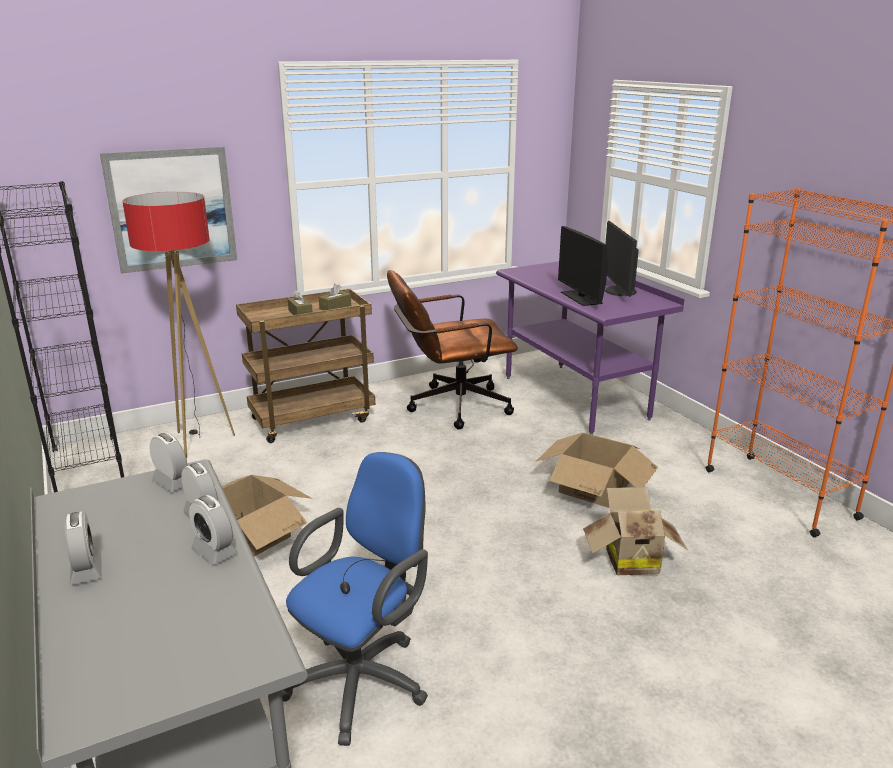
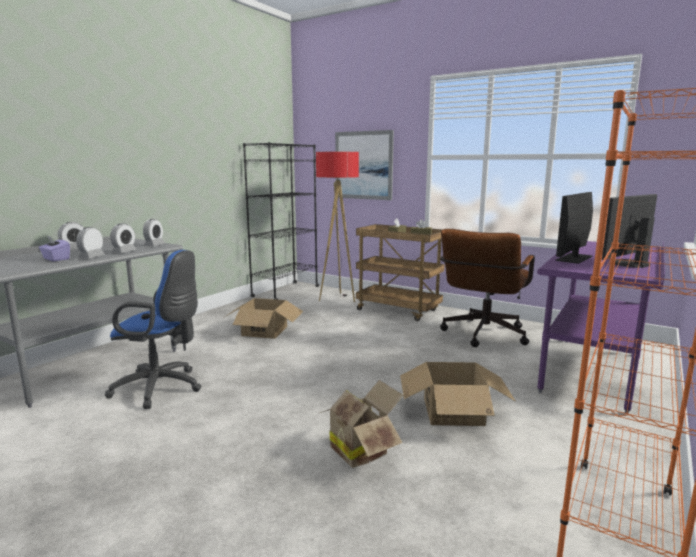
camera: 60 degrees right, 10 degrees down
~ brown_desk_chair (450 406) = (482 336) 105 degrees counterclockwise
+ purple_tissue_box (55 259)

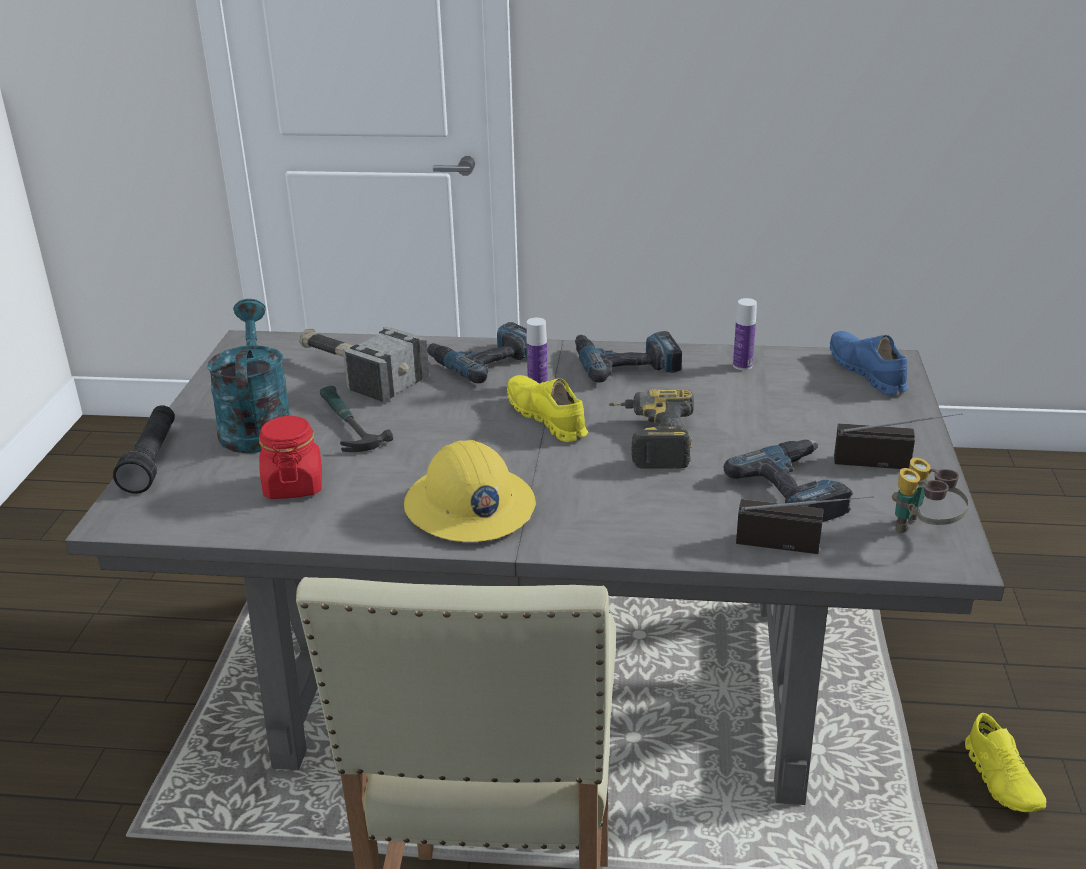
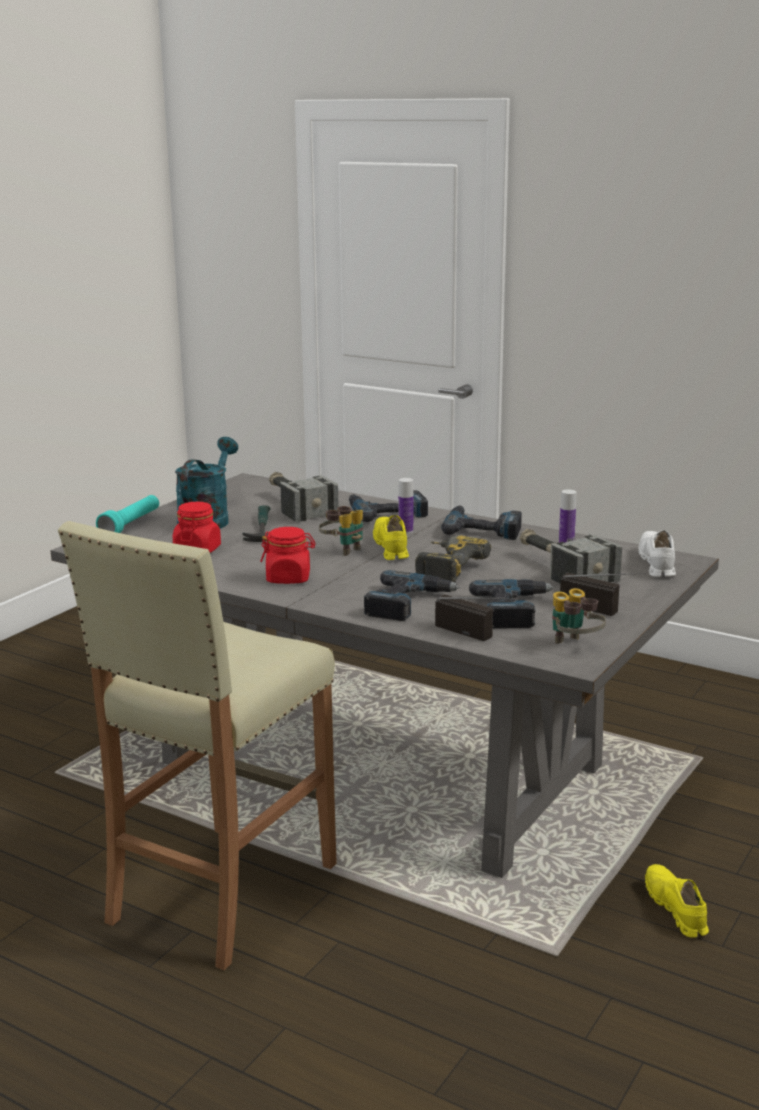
camera: 25 degrees right, 10 degrees down
~ blackish_flashlight (152 460) to blue-green_flashlight (131 525)
~ yellow_work_helmet (469 507) to reddish_storage_jar (288 578)
~ bluish_shoe (867 373) to white-coloured_shoe (657 563)
~ yellow_shoe (1002 779) = (675 909) 150 degrees clockwise
+ binoculars (343 550)
+ electric_drill (408 604)
+ hand_hammer (561 569)

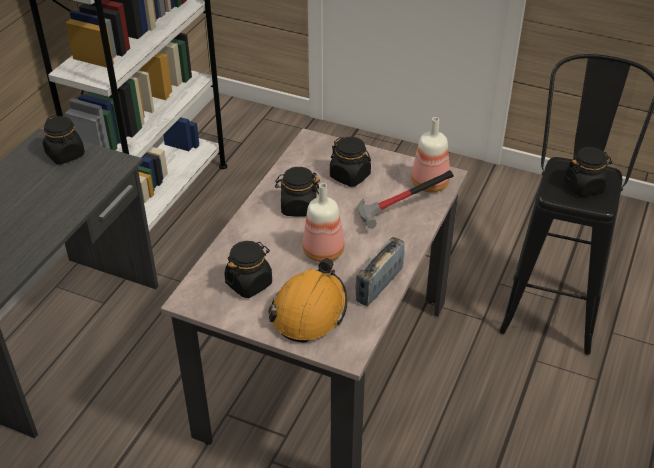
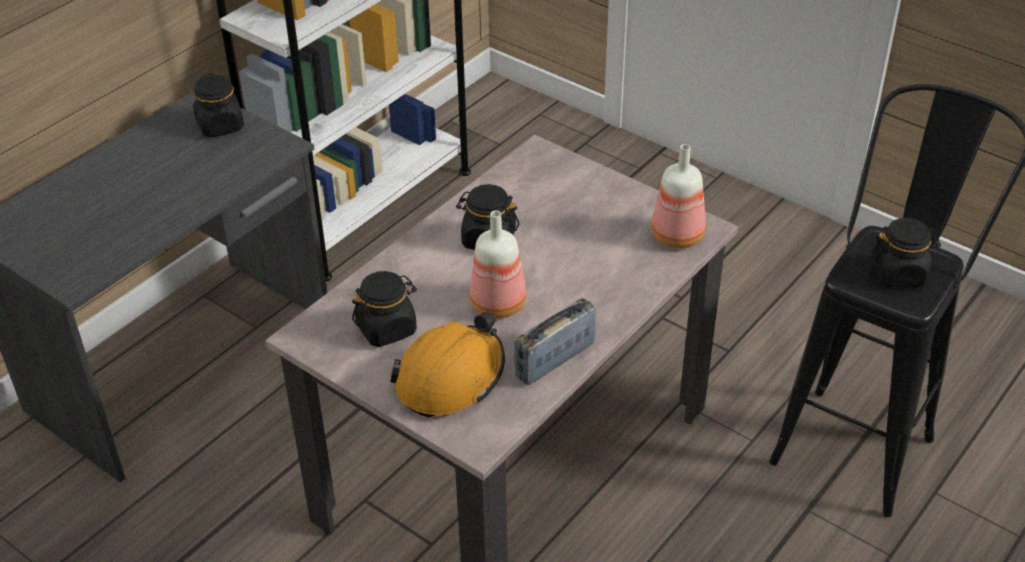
camera: 15 degrees right, 0 degrees up
- blackish_storage_jar (350 176)
- hand_hammer (398 215)

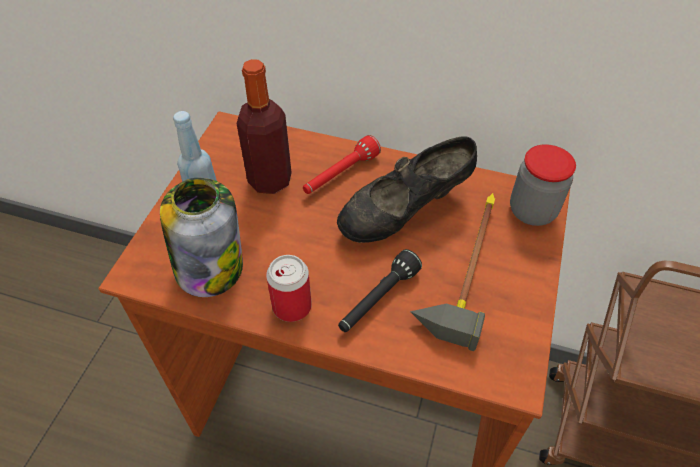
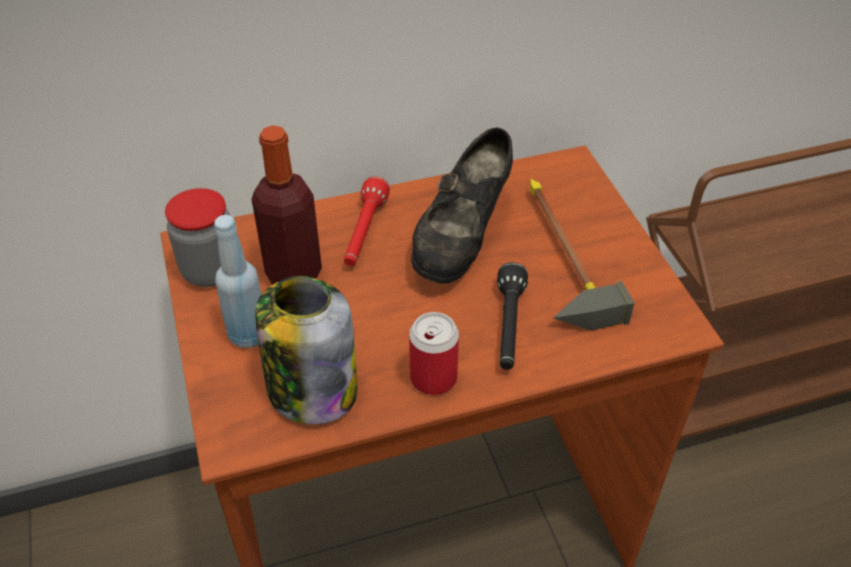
camera: 35 degrees left, 5 degrees down
~ storage_jar (532 211) to (210 271)

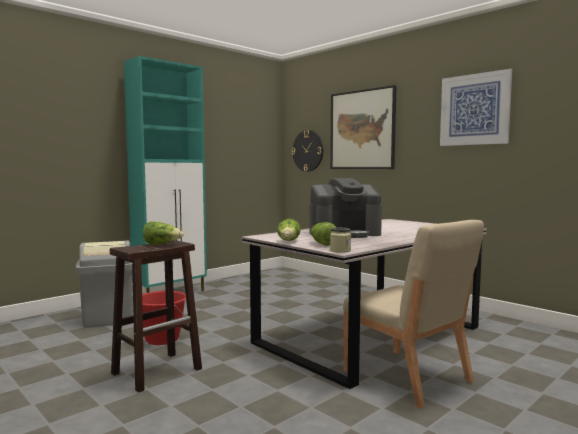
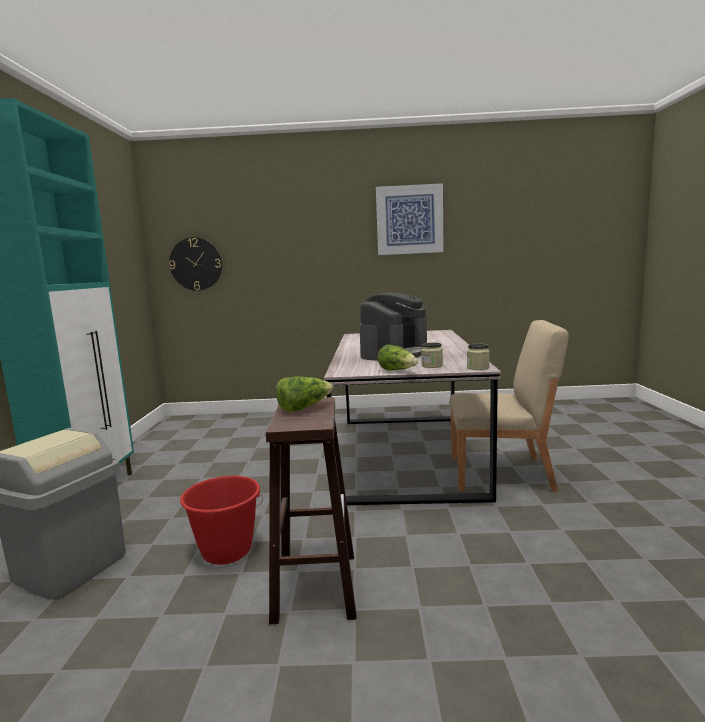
camera: 45 degrees left, 5 degrees up
~ lettuce (322 243) to storage_jar (432 366)
- wall_art (362 130)

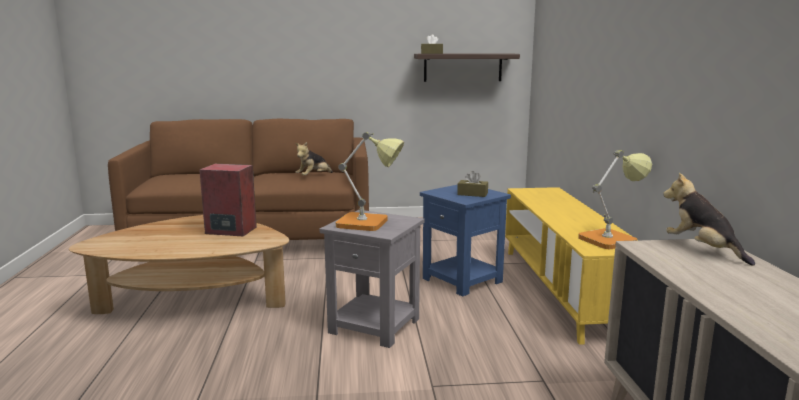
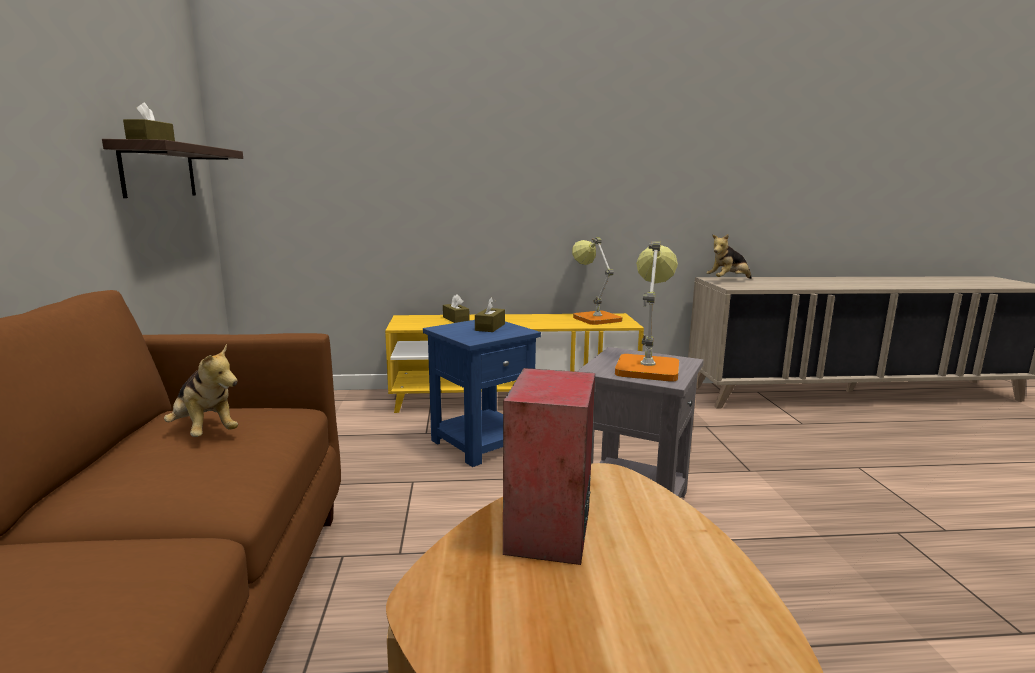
camera: 90 degrees left, 0 degrees up
+ brown_tissue_box (456 319)

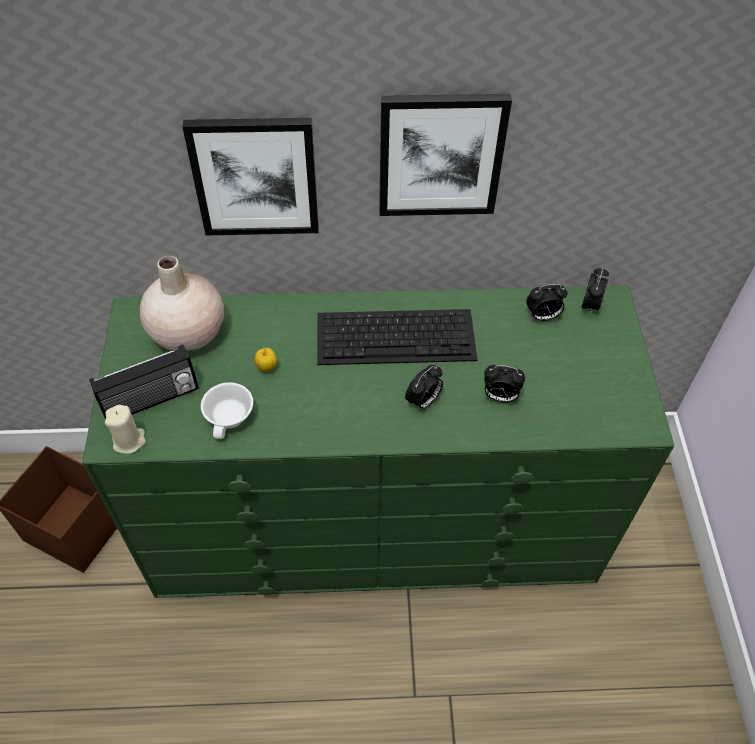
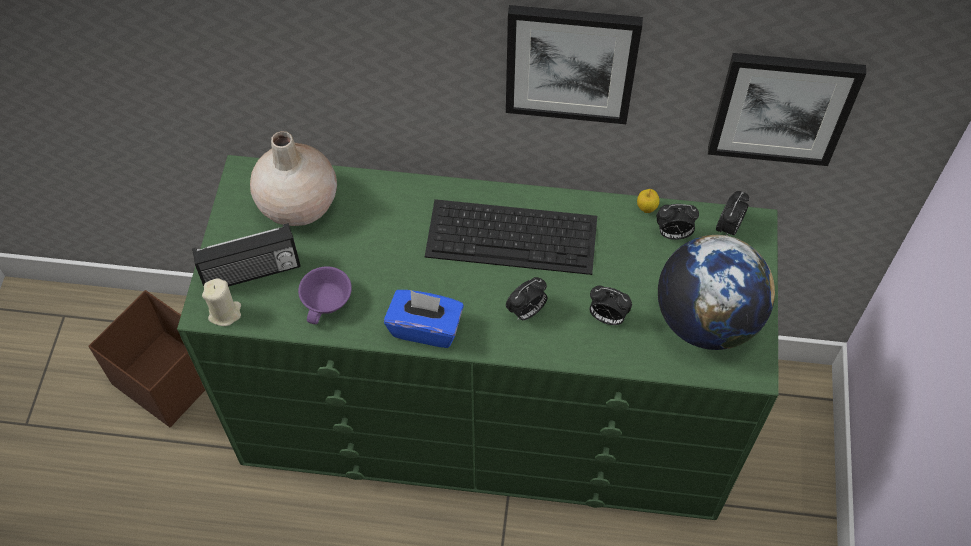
camera: 10 degrees right, 5 degrees up
~ wall_art (255 176) to (782 108)
~ white-coloured_drinking_cup (231 418) to purple_drinking_cup (328 302)
~ whole_apple (267 367) to (646 208)
+ bluish_tissue_box (425 328)
+ globe (706 319)

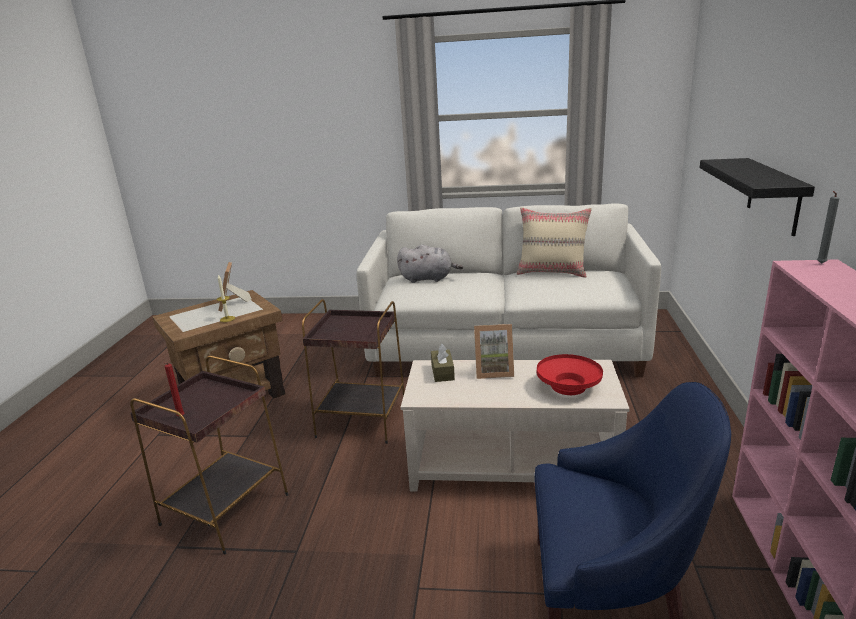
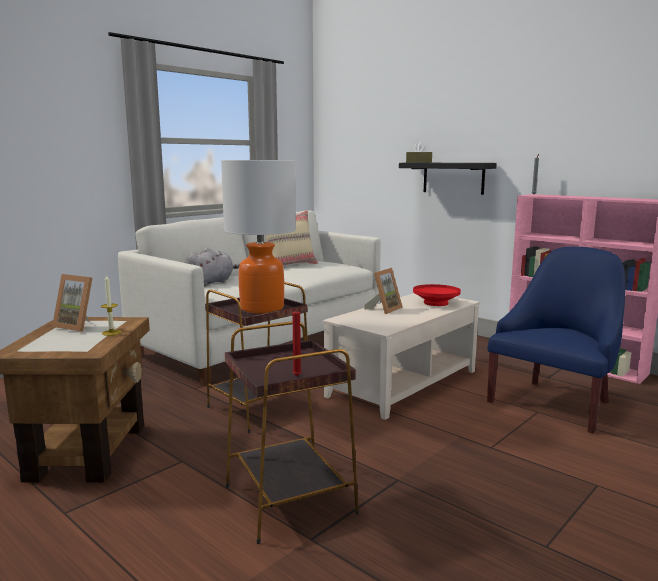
camera: 55 degrees left, 10 degrees down
~ brown_tissue_box (442 372) to (419 162)
+ table_lamp (262 308)

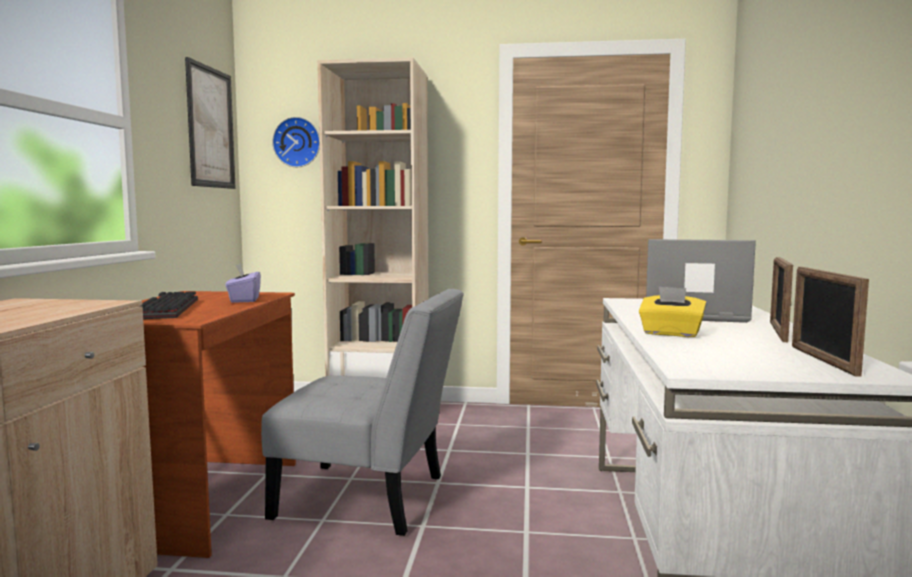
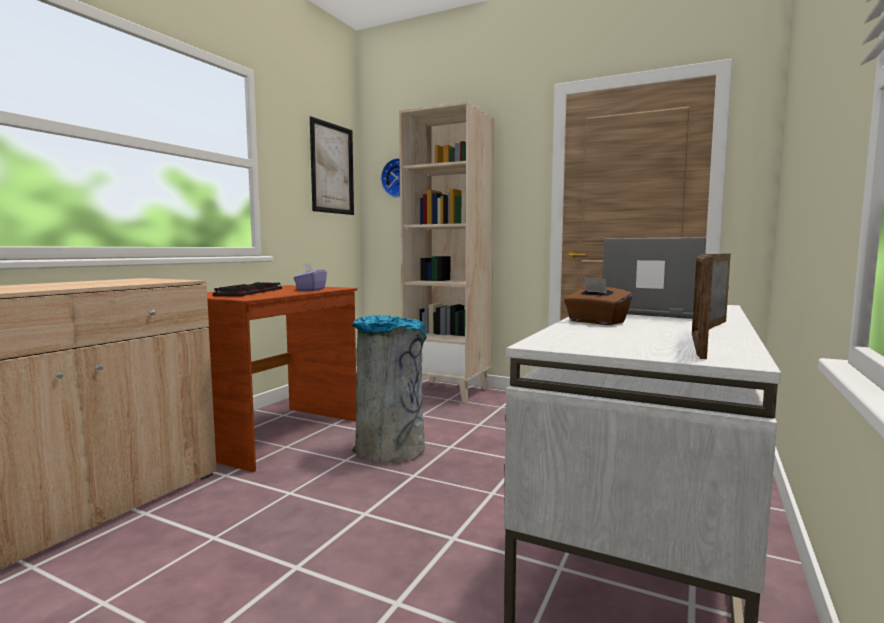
camera: 20 degrees right, 0 degrees up
~ greyish_chair (370 499) to greyish_rubbish_bin (390 451)
~ yellow_tissue_box (671 333) to brown_tissue_box (596 322)

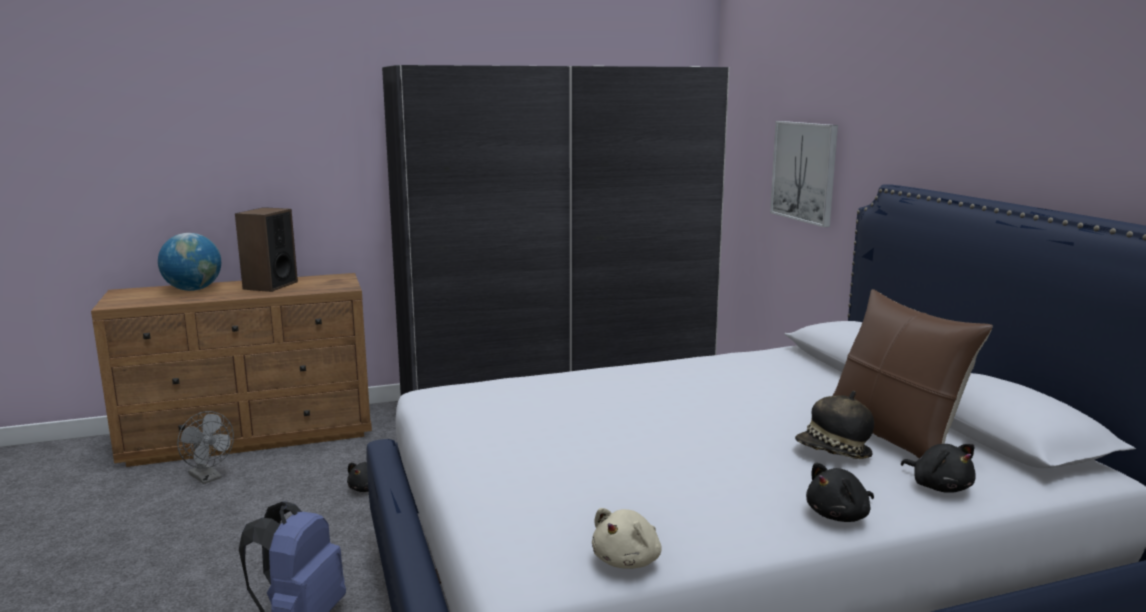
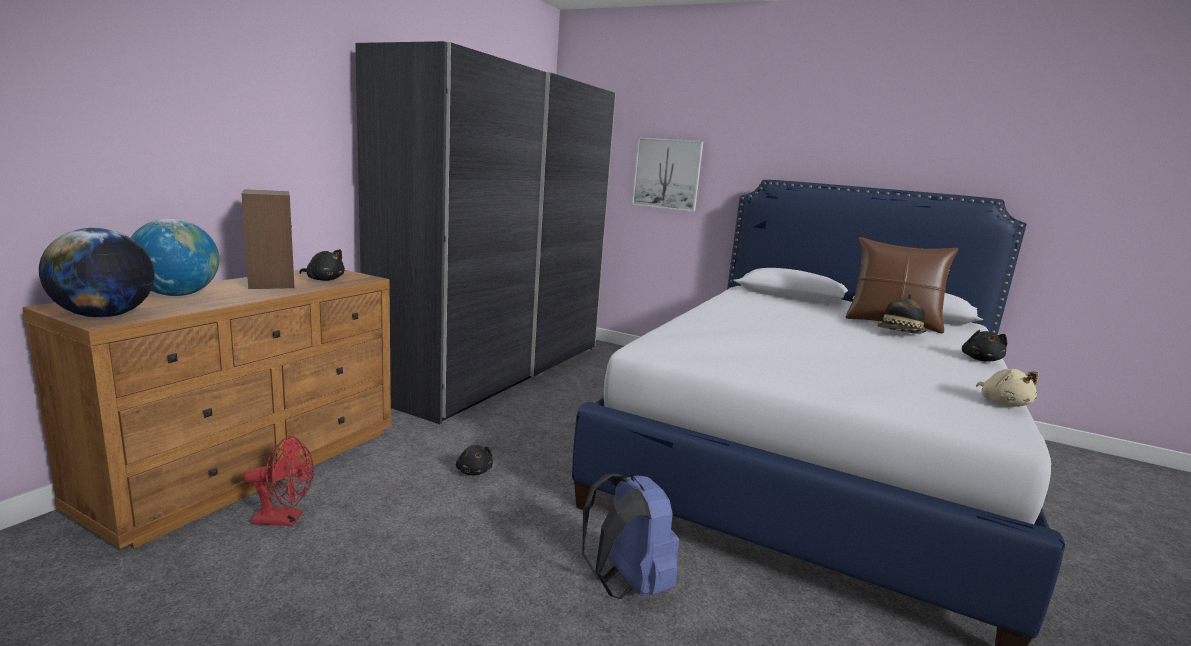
camera: 45 degrees left, 0 degrees up
~ greyish_cooling_fan (208 478) to reddish_cooling_fan (285 519)
~ blackish_plush_toy (939 486) to (324 280)
+ globe (105 316)

